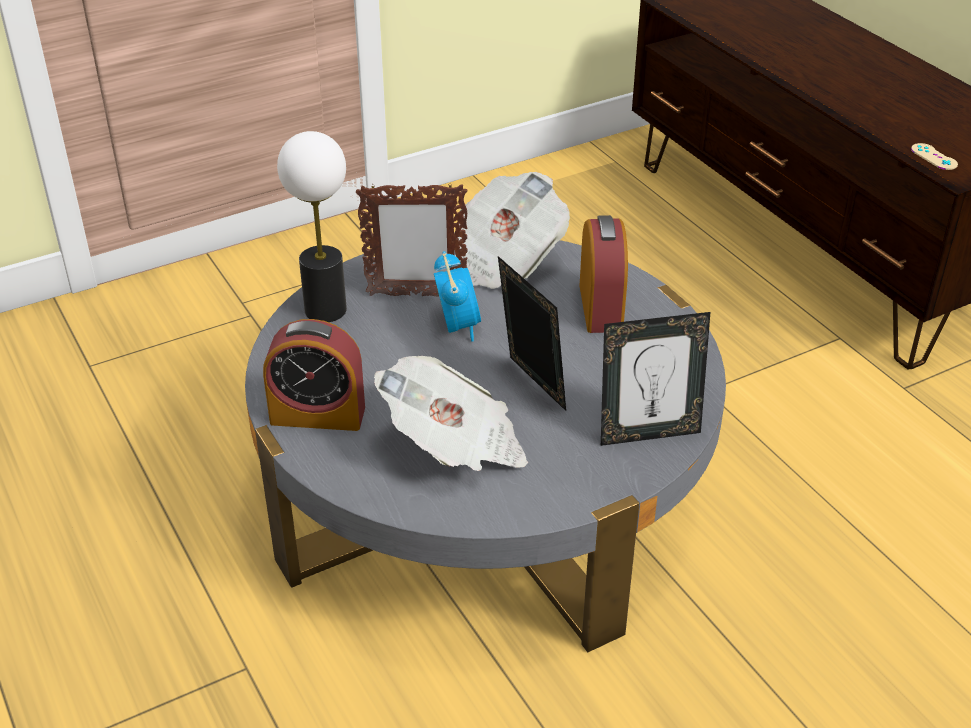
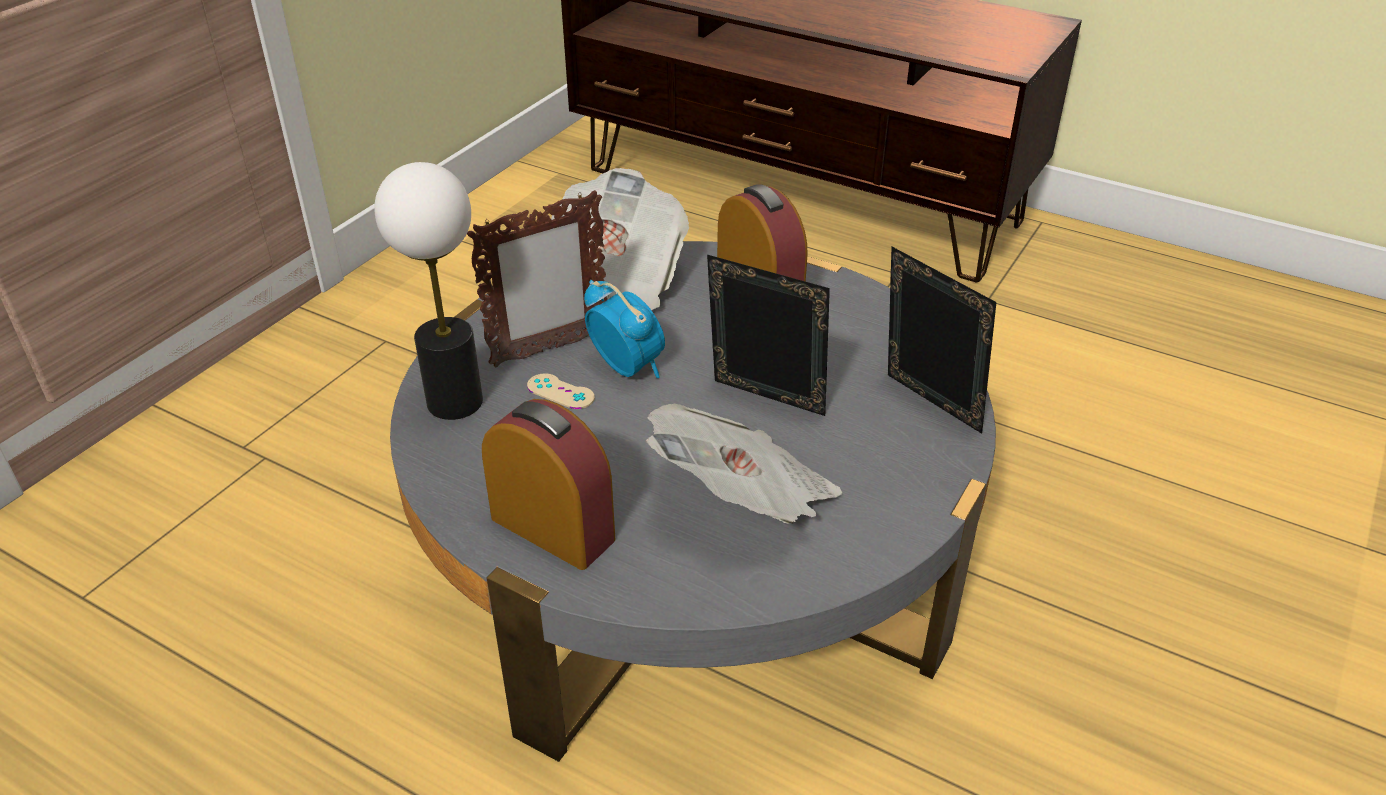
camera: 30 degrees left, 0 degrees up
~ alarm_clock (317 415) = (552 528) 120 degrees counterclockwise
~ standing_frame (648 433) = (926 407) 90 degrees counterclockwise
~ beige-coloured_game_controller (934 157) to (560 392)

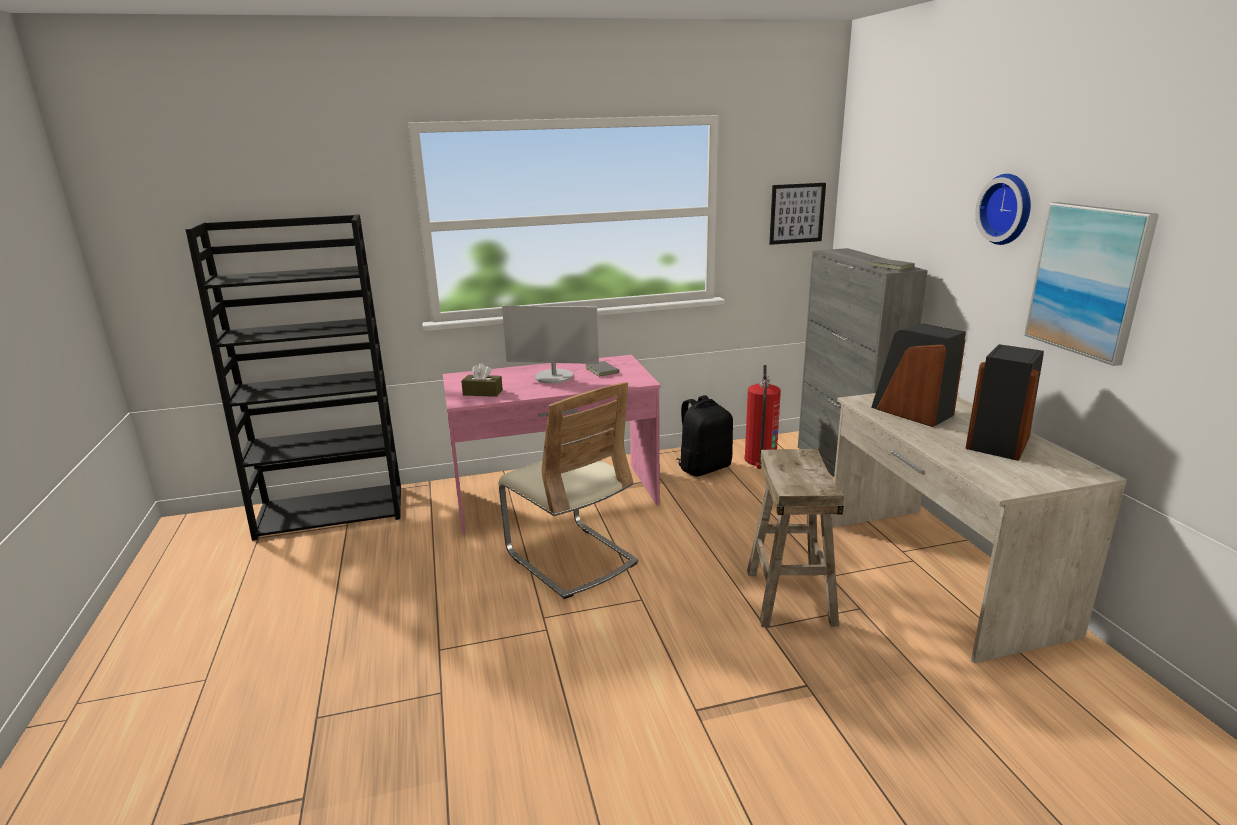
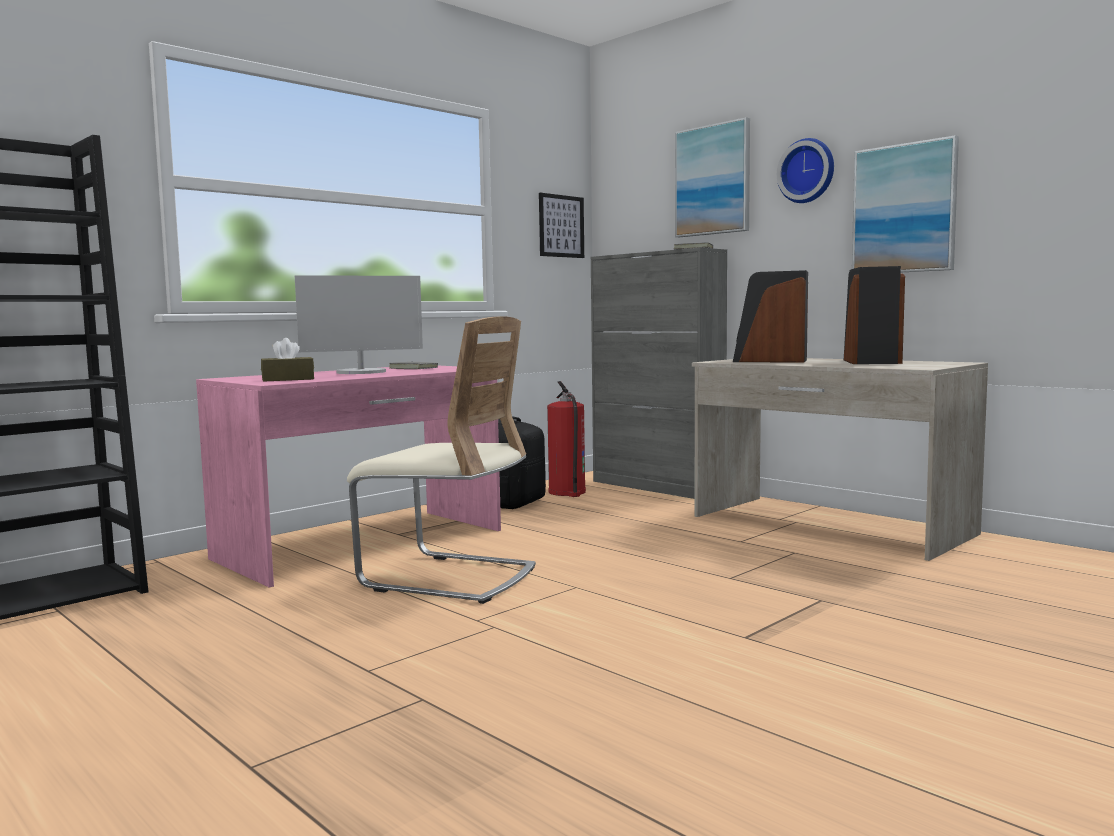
camera: 30 degrees left, 15 degrees down
- beige-coloured_stool_seat (789 596)
+ wall_art (713 180)

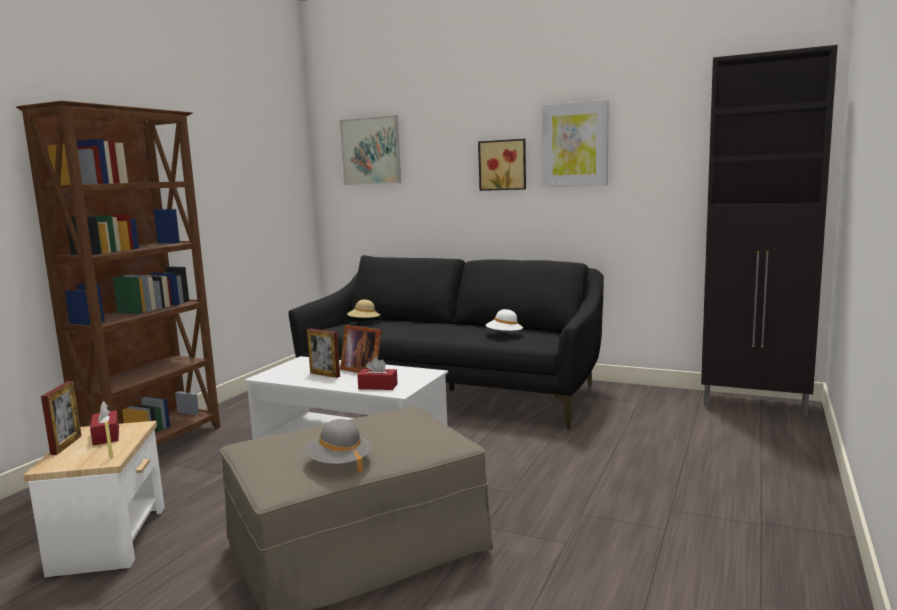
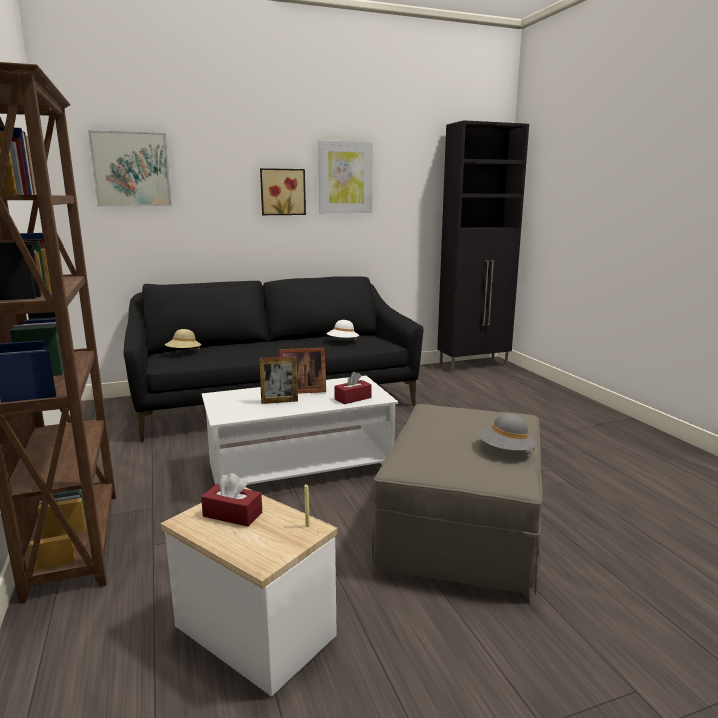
camera: 45 degrees left, 5 degrees up
- standing_frame (66 445)

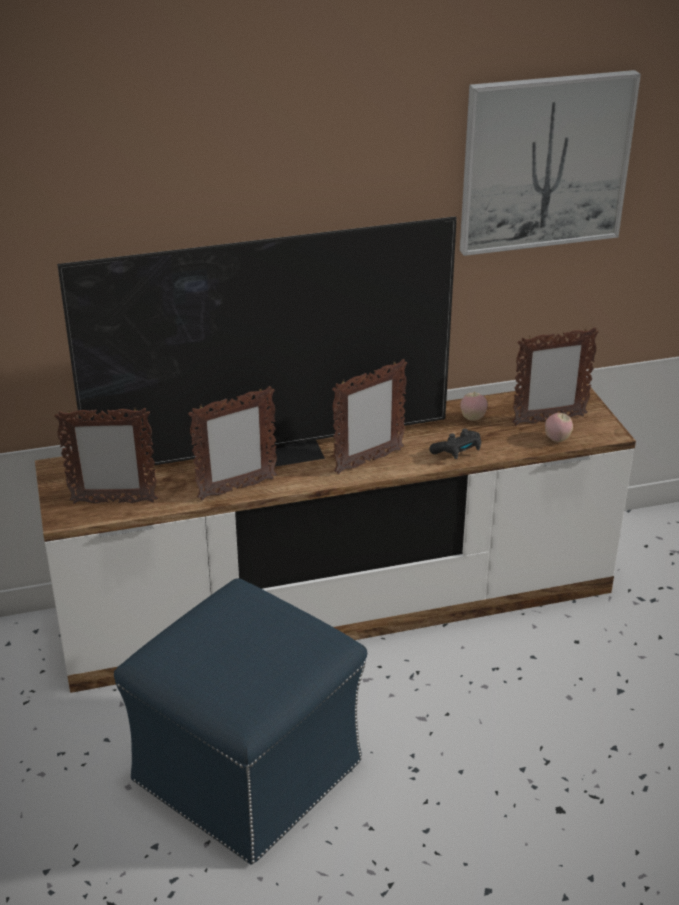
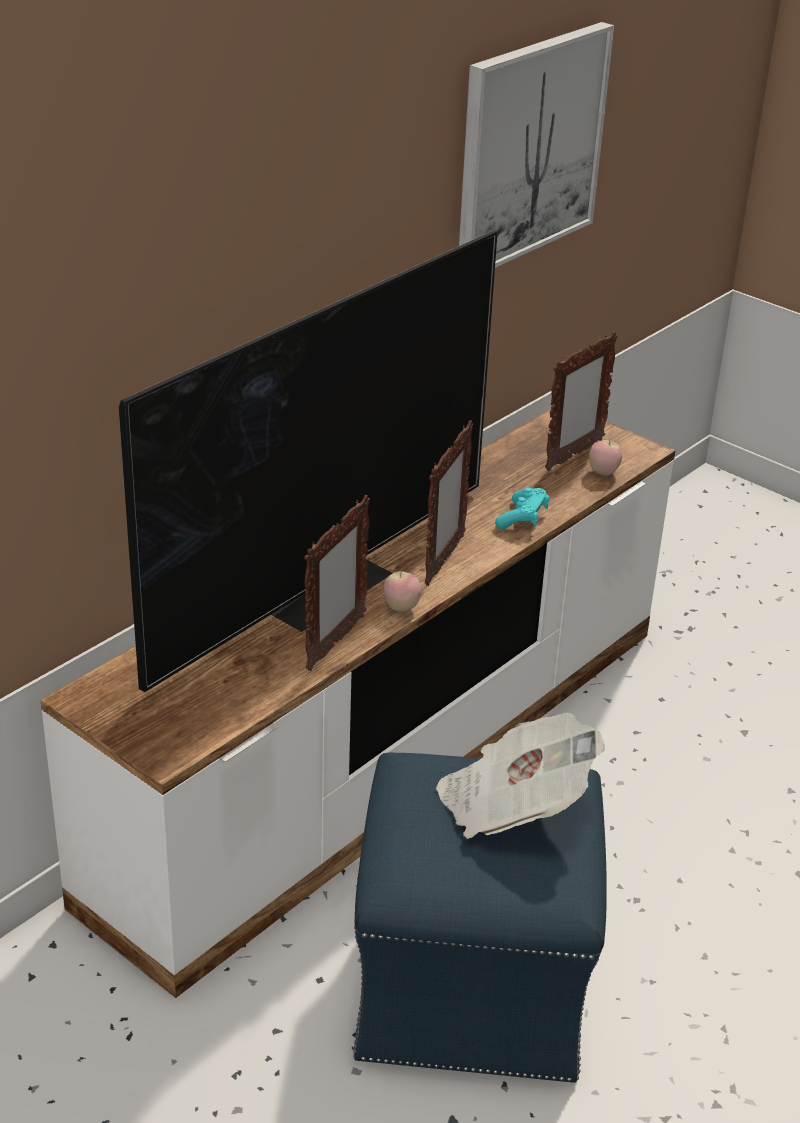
camera: 35 degrees left, 0 degrees up
- standing_frame (113 502)
~ blackish_game_controller (457 452) to blue-green_game_controller (522 518)
~ whole_apple (472 418) to (401 607)
+ newspaper (513 805)

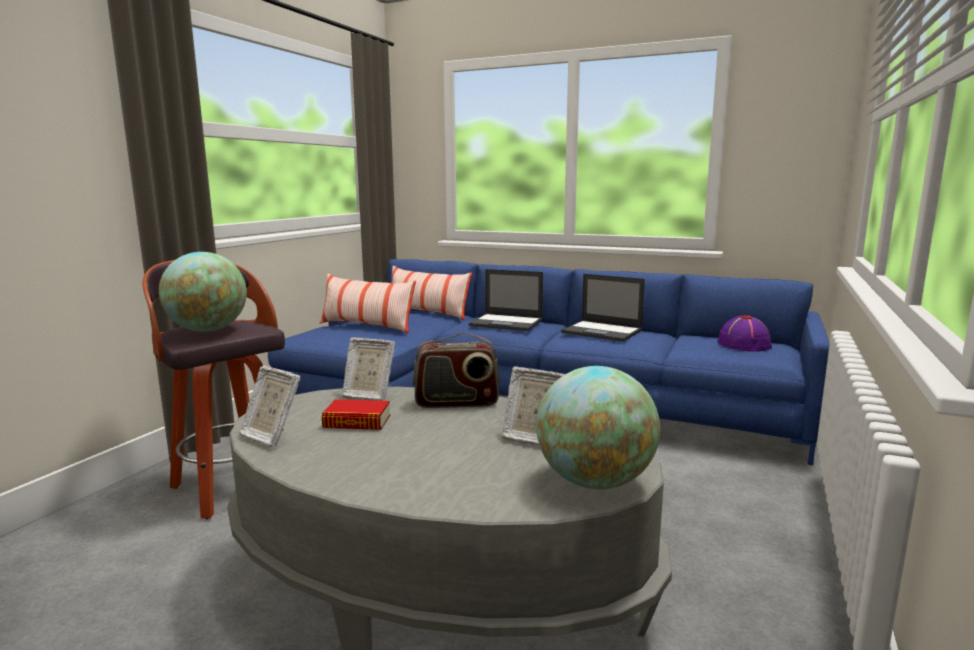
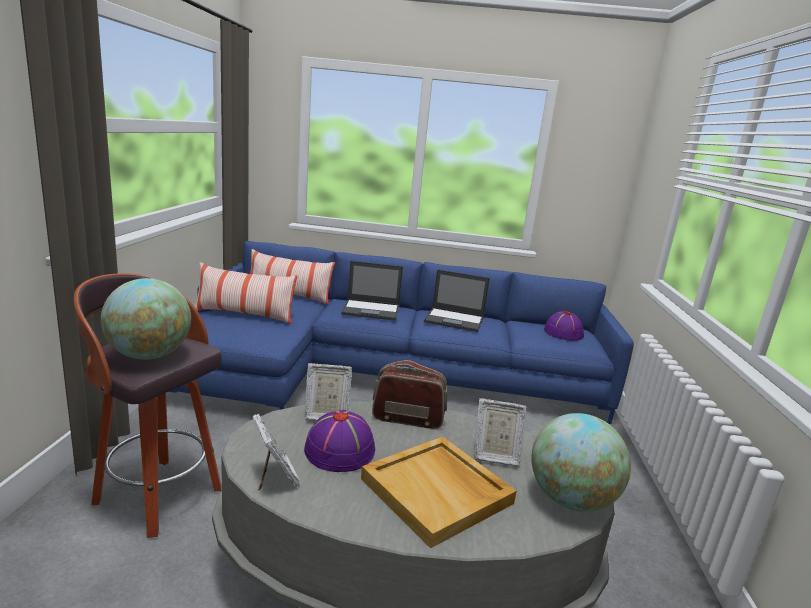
camera: 20 degrees left, 5 degrees up
~ standing_frame (271 437) = (275 478) 135 degrees counterclockwise
~ volume (357 421) to purple_hat (340 450)
~ radio_set (456 403) = (408 418) 150 degrees counterclockwise
+ beige-coloured_carrying_tray (438 491)

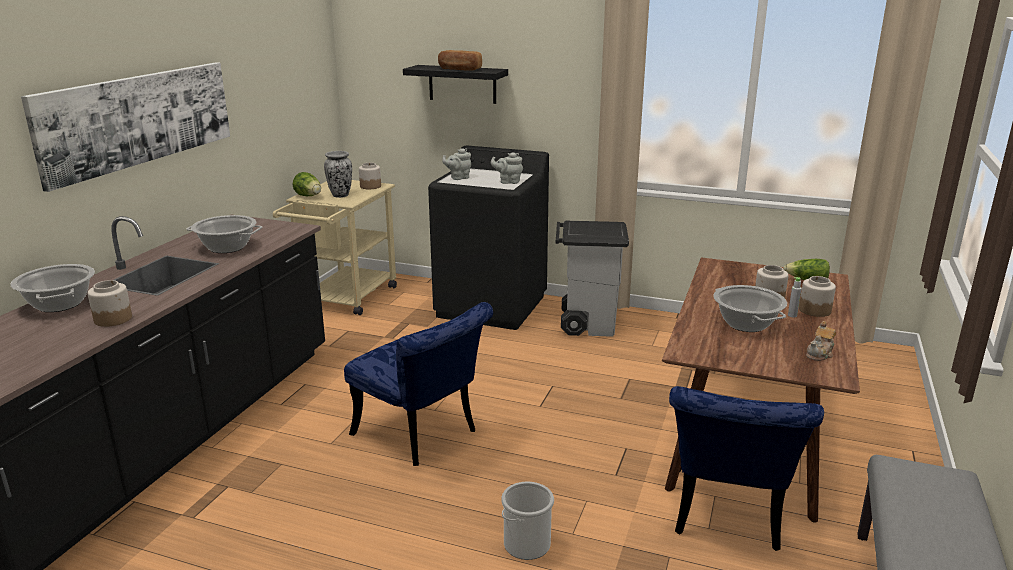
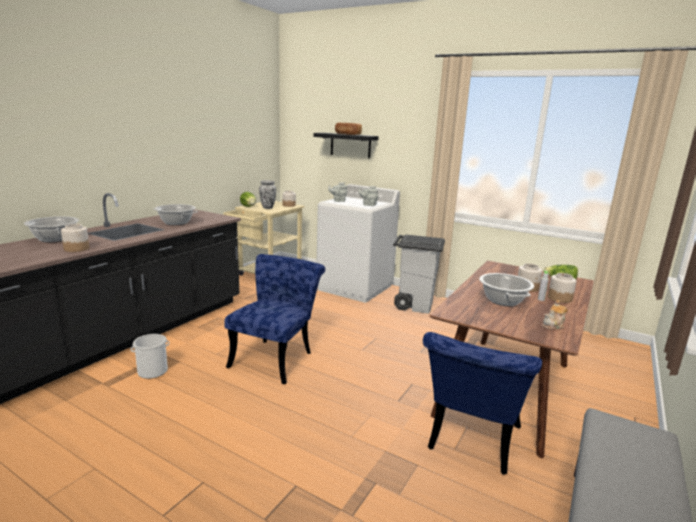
camera: 10 degrees right, 5 degrees down
- wall_art (139 119)
~ bluish_chair (422 436) = (276 357) 120 degrees counterclockwise
~ blackish_laundry_machine (492 306) to white-coloured_laundry_machine (355 287)
~ pail (527 544) to (153 371)

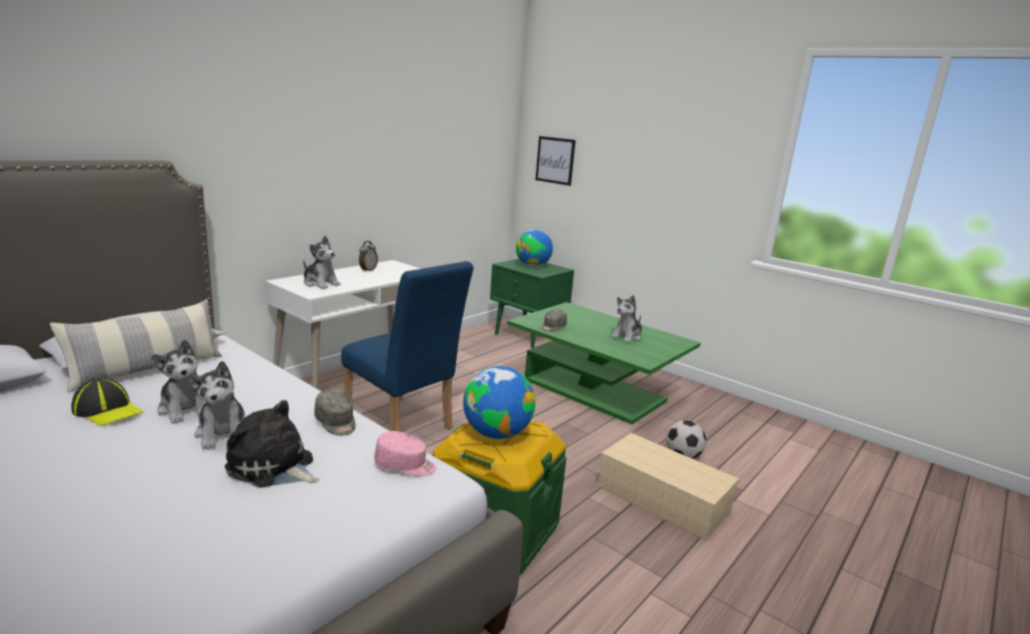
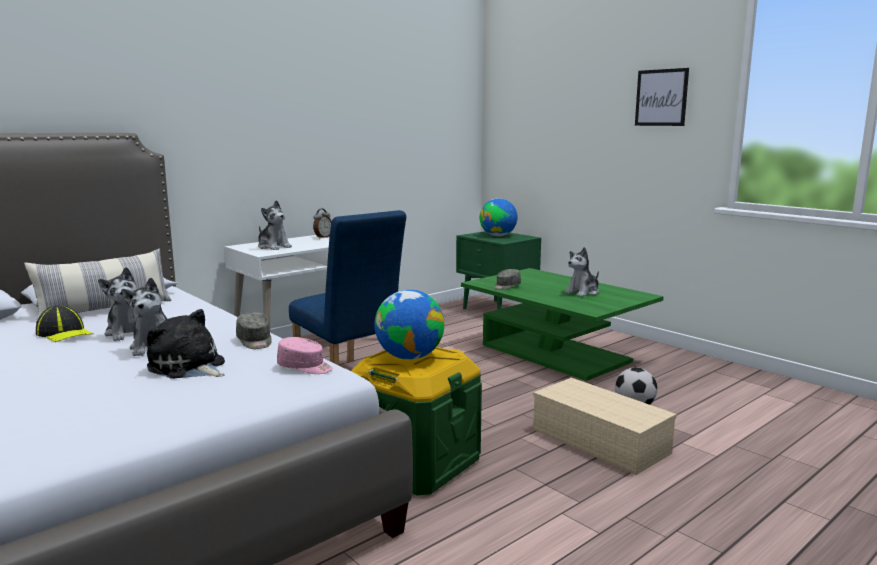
camera: 10 degrees right, 5 degrees down
~ wall_art (555 160) to (661 97)

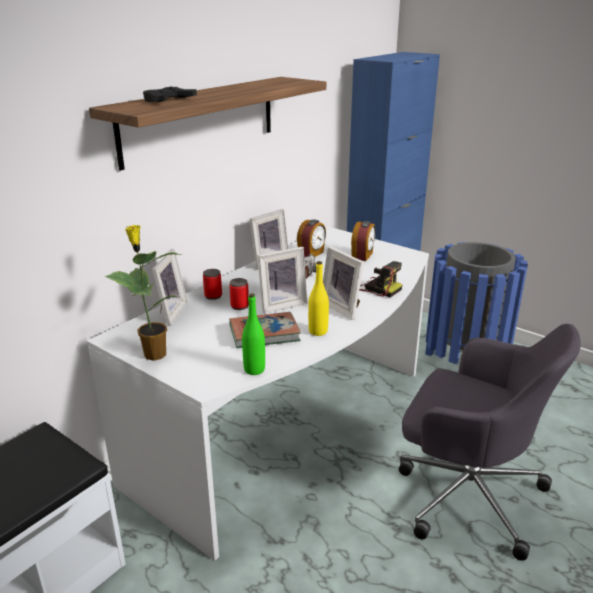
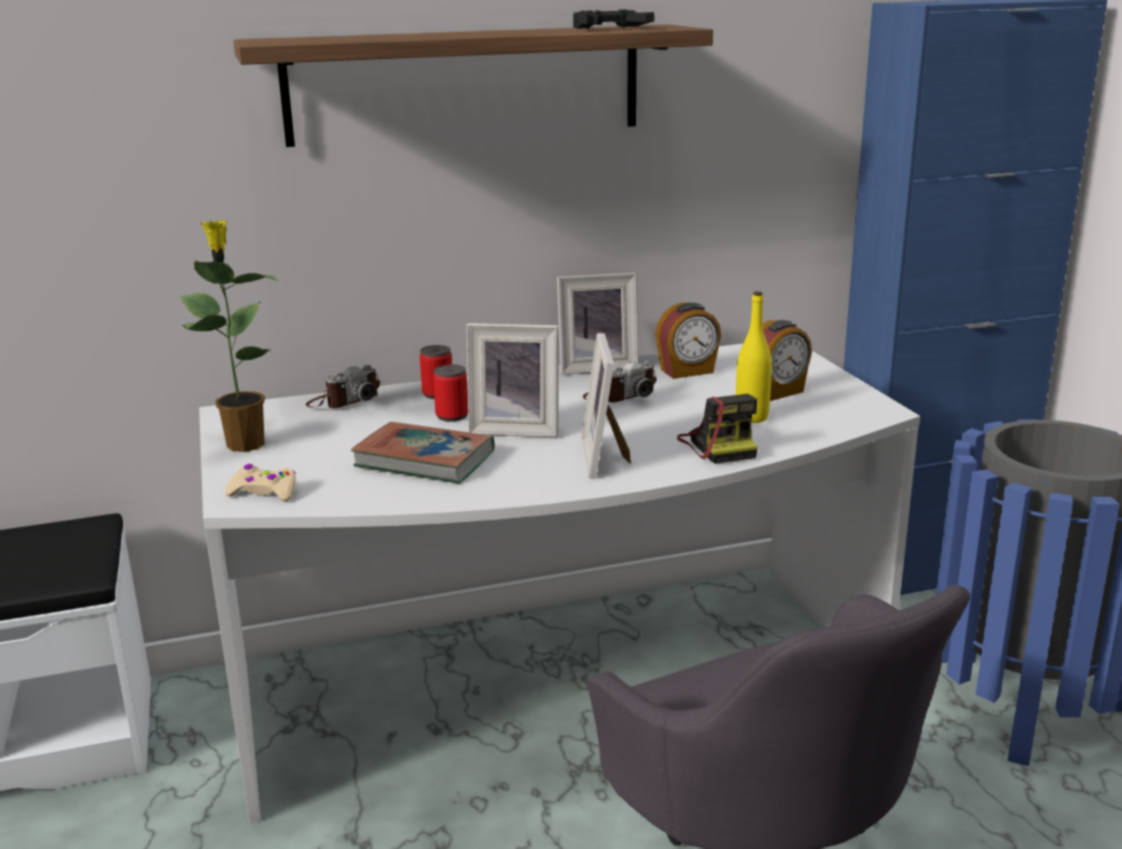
camera: 35 degrees right, 5 degrees down
~ blackish_game_controller (168 100) to (610 28)
~ standing_frame (169 313) to photo_camera (344 401)
- green-coloured_drink_bottle (254 369)
~ yellow_drink_bottle (318 331) to (751 418)
+ beige-coloured_game_controller (264 492)

